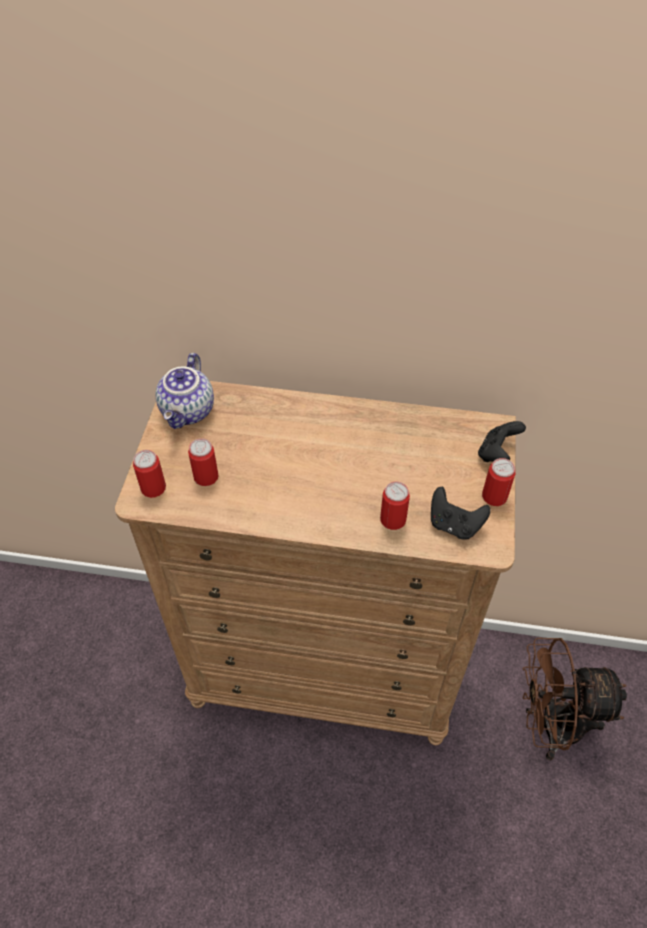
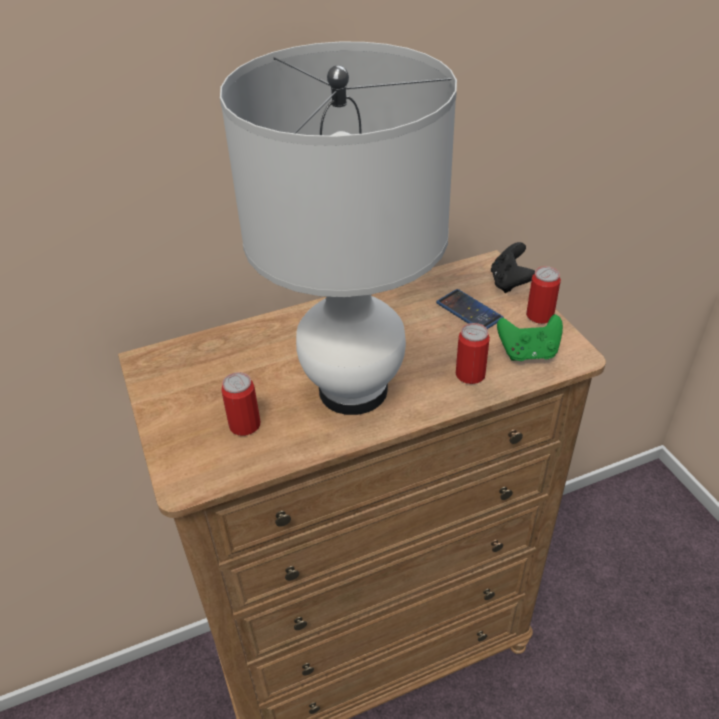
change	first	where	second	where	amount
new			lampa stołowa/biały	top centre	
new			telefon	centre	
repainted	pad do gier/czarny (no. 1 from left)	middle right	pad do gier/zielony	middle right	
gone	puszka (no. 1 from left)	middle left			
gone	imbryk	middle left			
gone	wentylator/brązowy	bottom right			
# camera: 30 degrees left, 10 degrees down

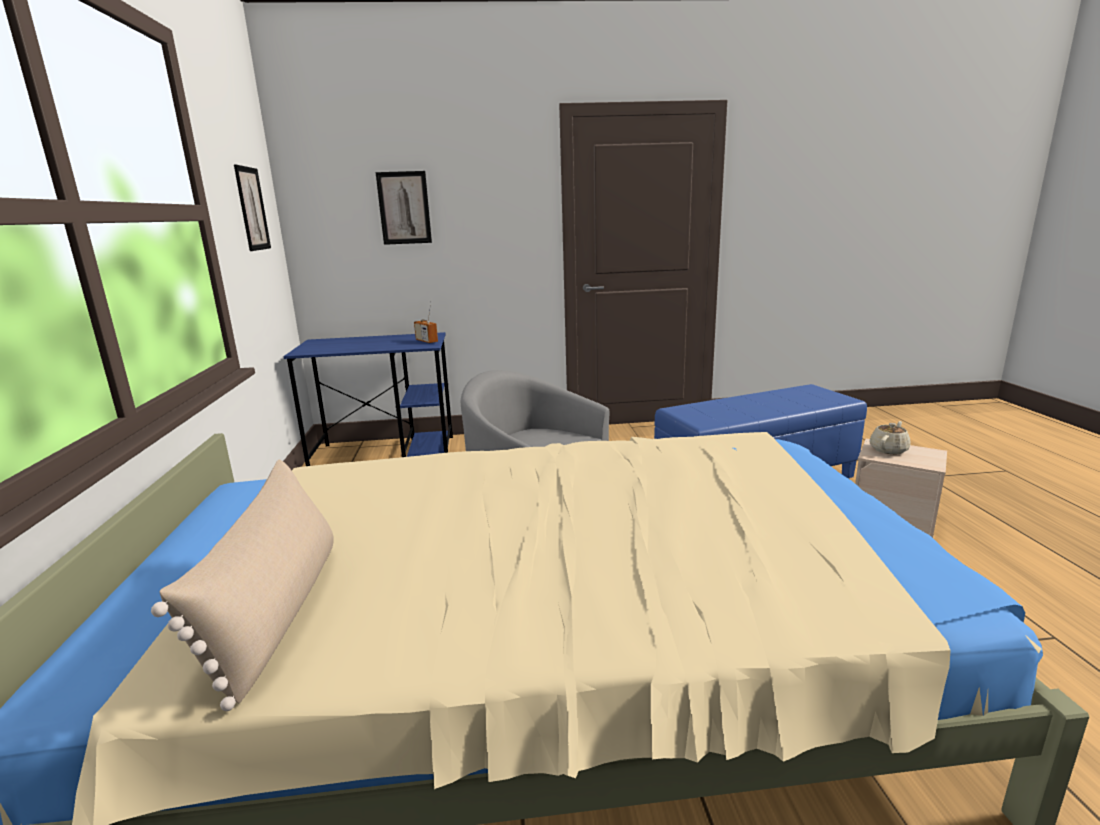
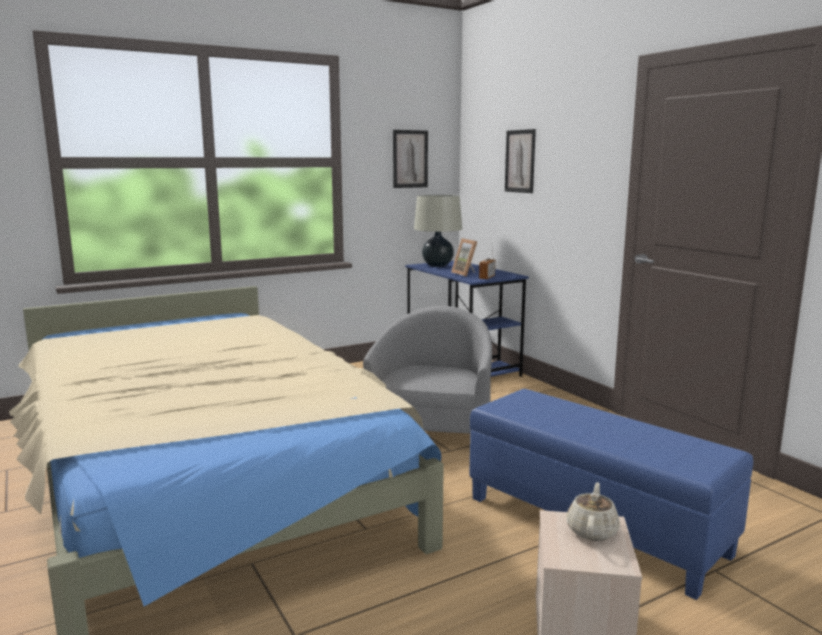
change	first	where	second	where	amount
new			lampa stołowa/beżowy	centre	
new			ramka na zdjęcie	centre	
rotated	imbryk/beżowy	middle right		bottom right	90 degrees counterclockwise
gone	poduszka/beżowy	bottom left			
# camera: 65 degrees right, 5 degrees down

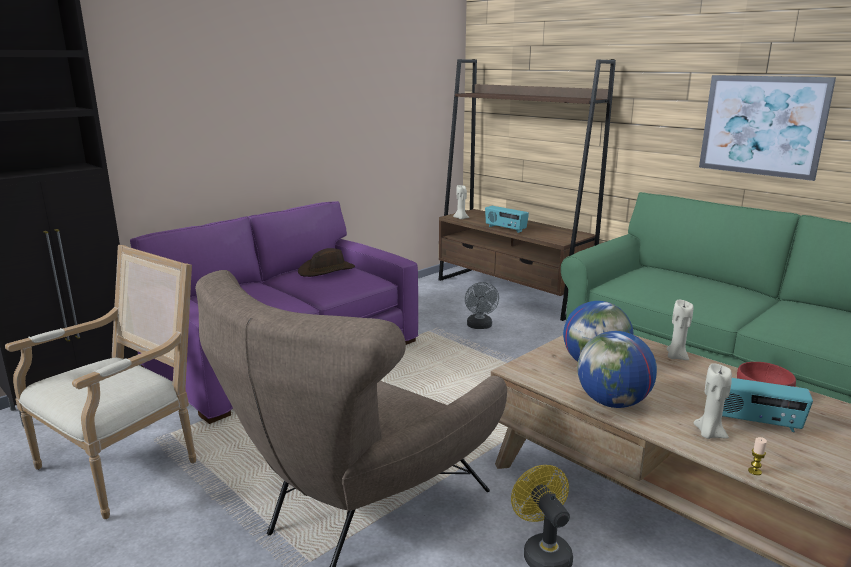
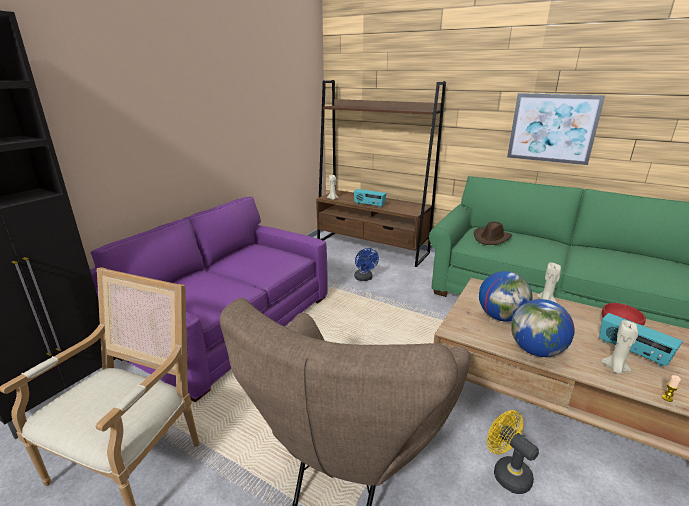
change	first	where	second	where	amount
repainted	wentylator/szary	centre	wentylator/niebieski	centre	
shifted	kapelusz/brązowy	centre		middle right	
rotated	radio (no. 2 from left)	bottom right		bottom right	45 degrees clockwise
# camera: 15 degrees left, 5 degrees up

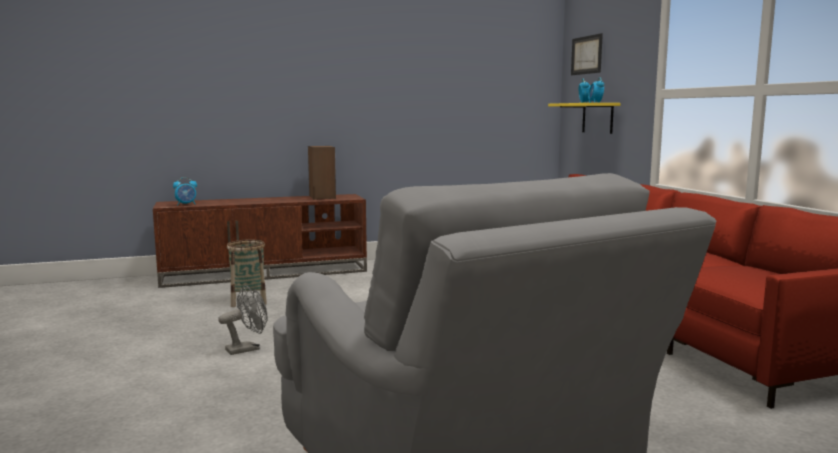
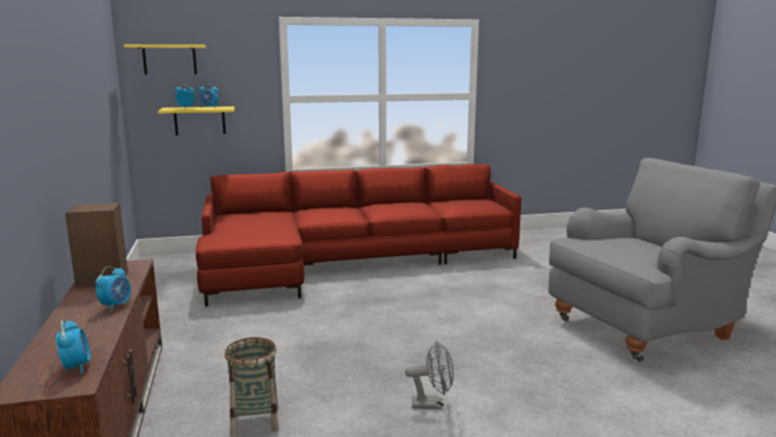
change	first	where	second	where	amount
new			budzik (no. 2 from left)	middle left	
swapped	obraz	top right	półka/żółty (no. 1 from left)	top left	
rotated	wentylator/szary	bottom left		bottom centre	120 degrees clockwise
# camera: 85 degrees left, 5 degrees up

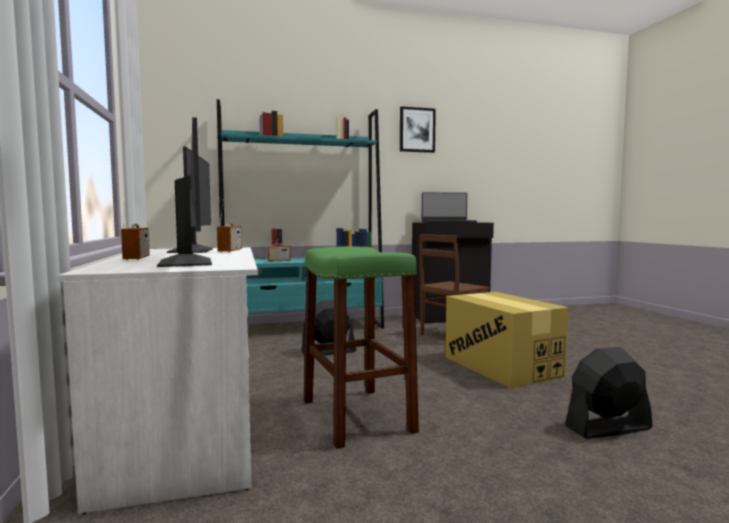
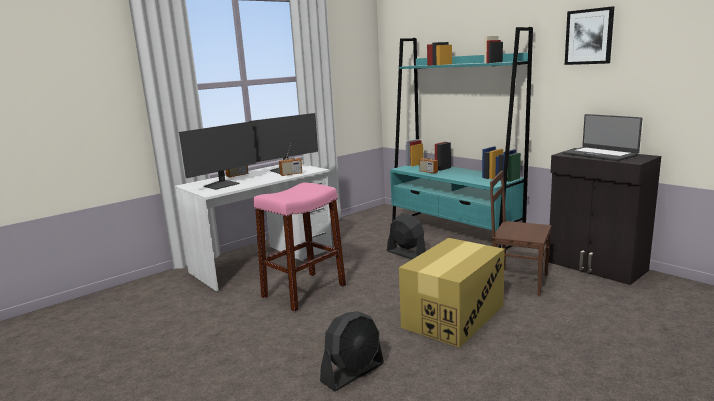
change	first	where	second	where	amount
repainted	stołek/zielony	centre	stołek/różowy	centre	
rotated	wentylator/czarny (no. 2 from left in the first image)	bottom right	wentylator/czarny (no. 1 from left)	bottom centre	90 degrees clockwise
# camera: 65 degrees right, 10 degrees up

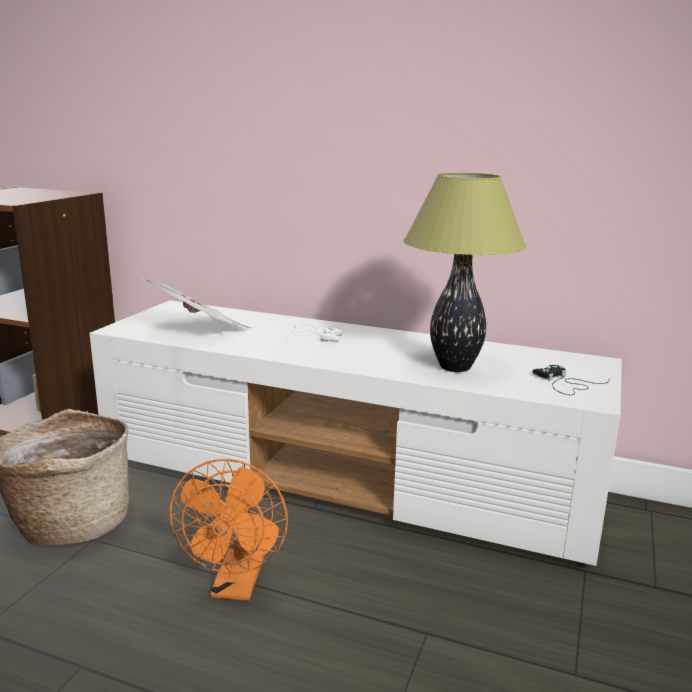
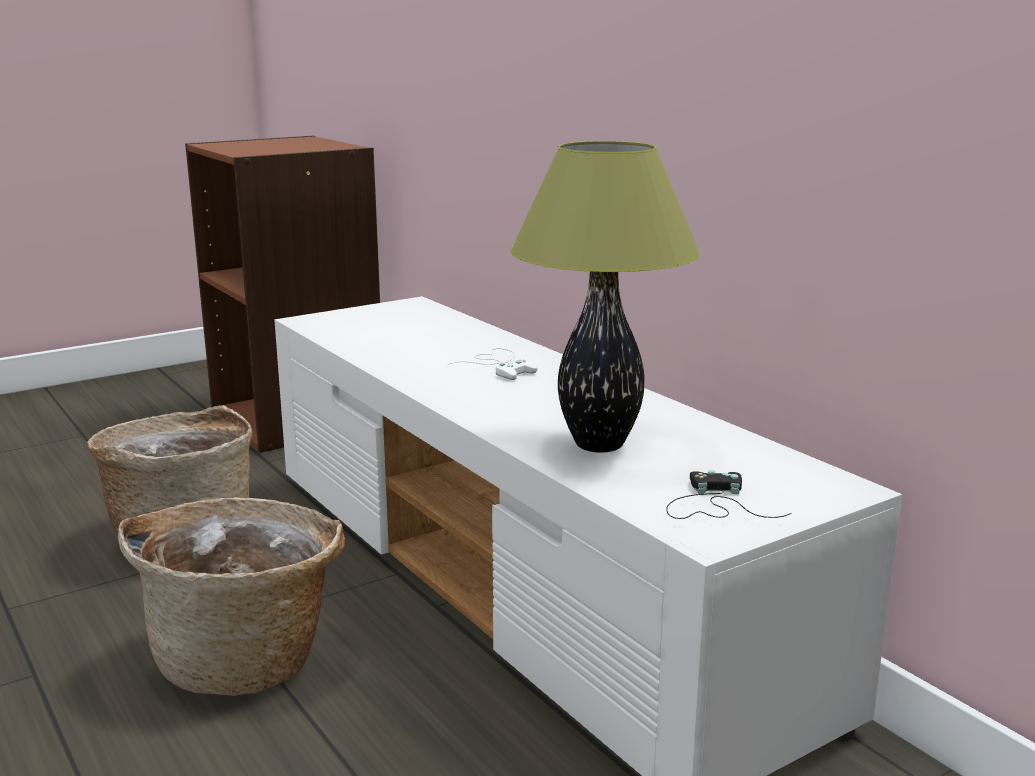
change	first	where	second	where	amount
swapped	wentylator/pomarańczowy	bottom left	koszyk (no. 2 from left)	bottom left	
gone	gazeta	middle left			
# camera: 35 degrees right, 0 degrees up

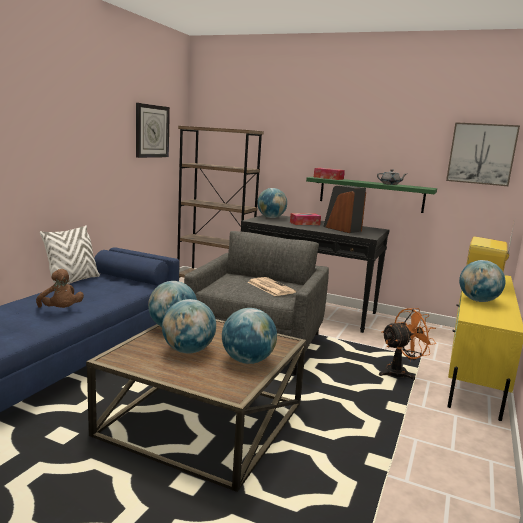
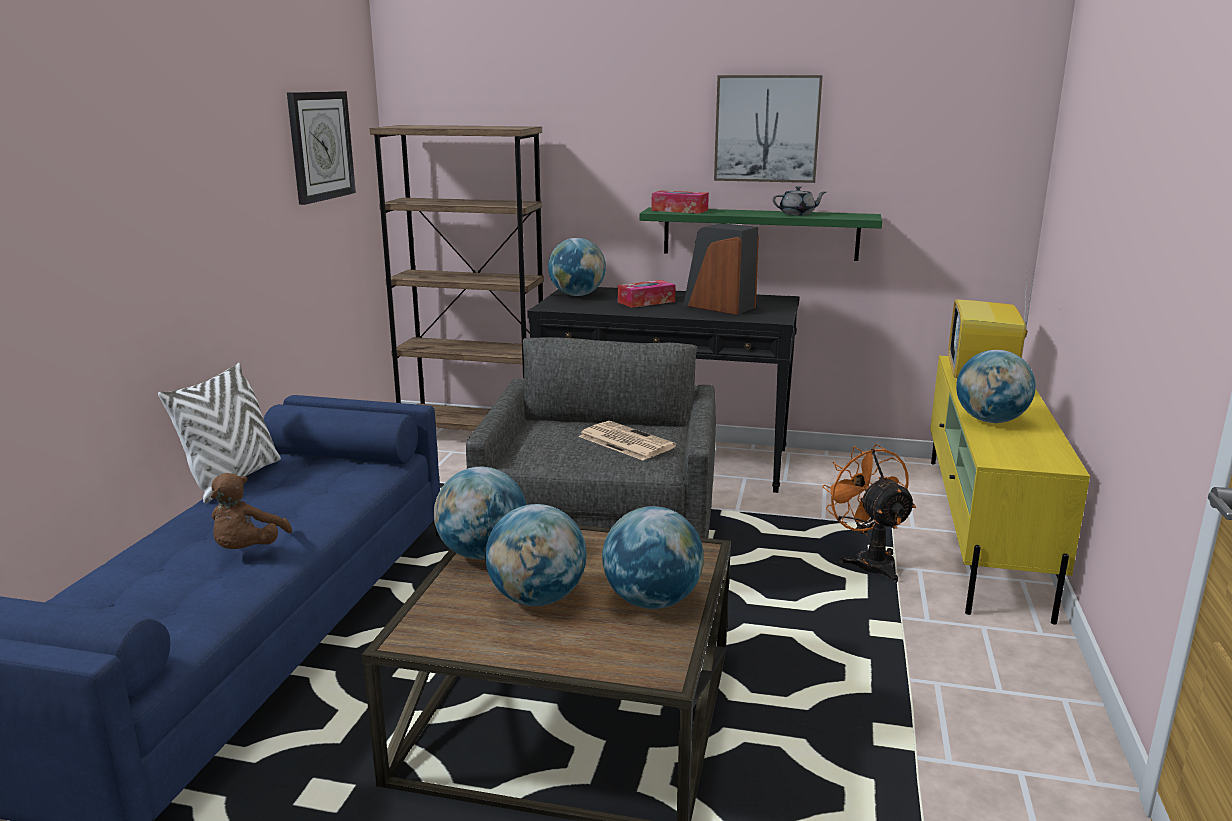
change	first	where	second	where	amount
rotated	pluszak/brązowy	middle left		middle left	60 degrees clockwise
shifted	obraz	top right		top centre	
rotated	wentylator/pomarańczowy	middle right		middle right	75 degrees counterclockwise
# camera: 10 degrees left, 5 degrees up

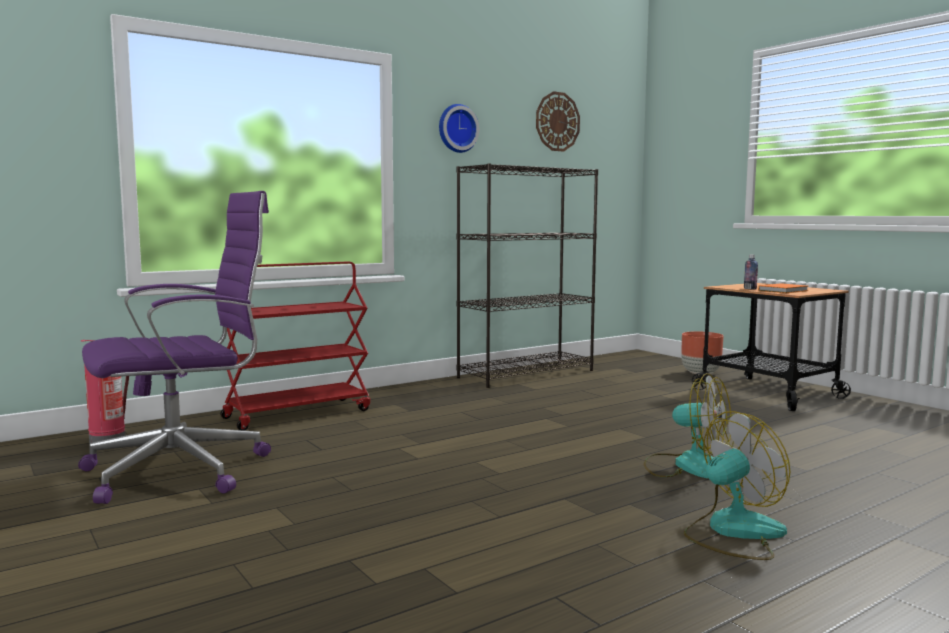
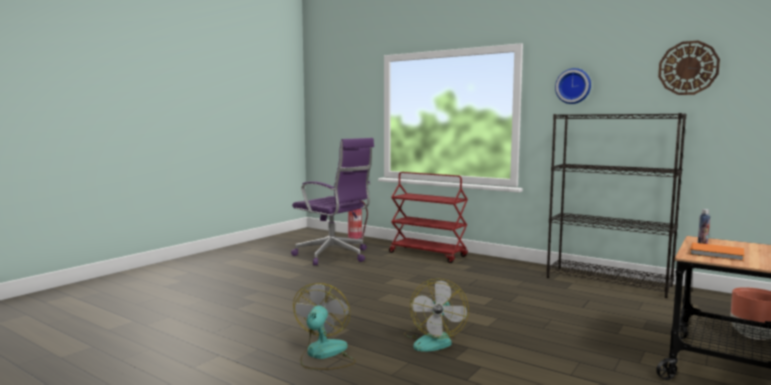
change	first	where	second	where	amount
rotated	wentylator (no. 2 from left in the first image)	bottom right	wentylator (no. 1 from left)	bottom centre	120 degrees counterclockwise
# camera: 70 degrees right, 0 degrees up

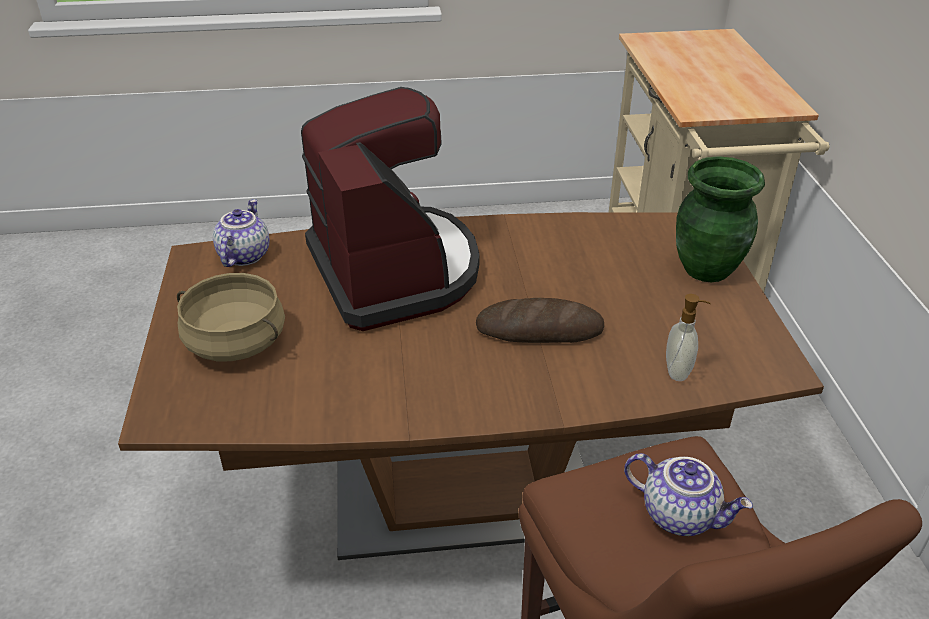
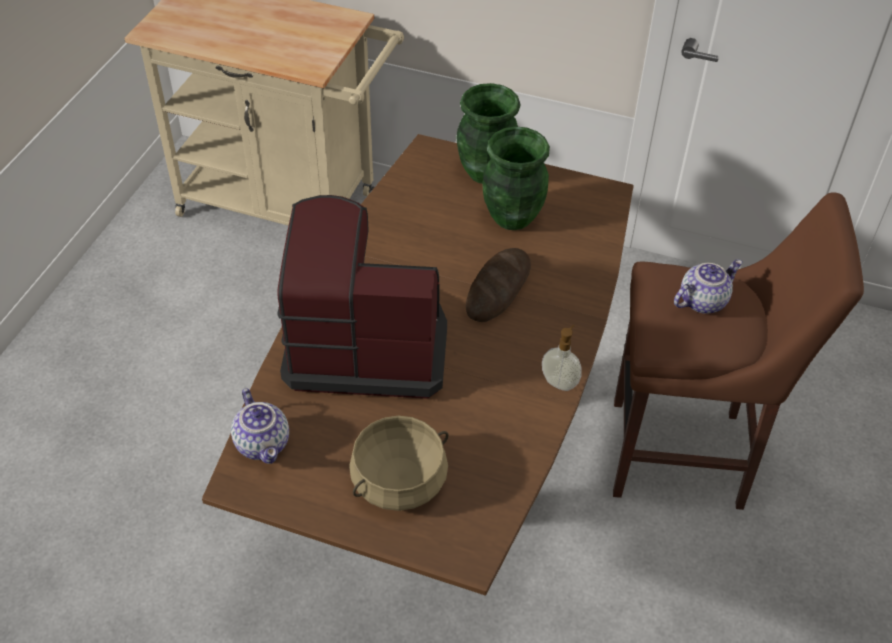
change	first	where	second	where	amount
rotated	imbryk (no. 1 from left)	middle left		middle left	150 degrees counterclockwise
new			wazon/zielony (no. 2 from left)	top centre	
shifted	dozownik mydła	middle right		centre	
# camera: 65 degrees left, 10 degrees up

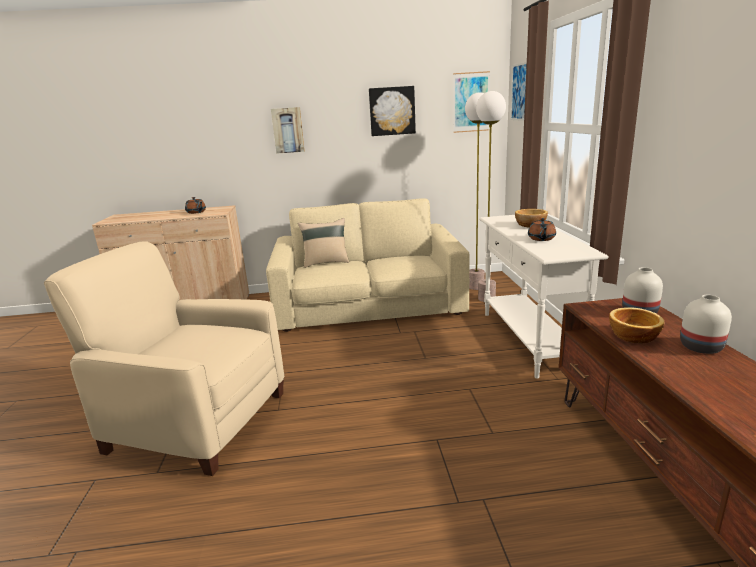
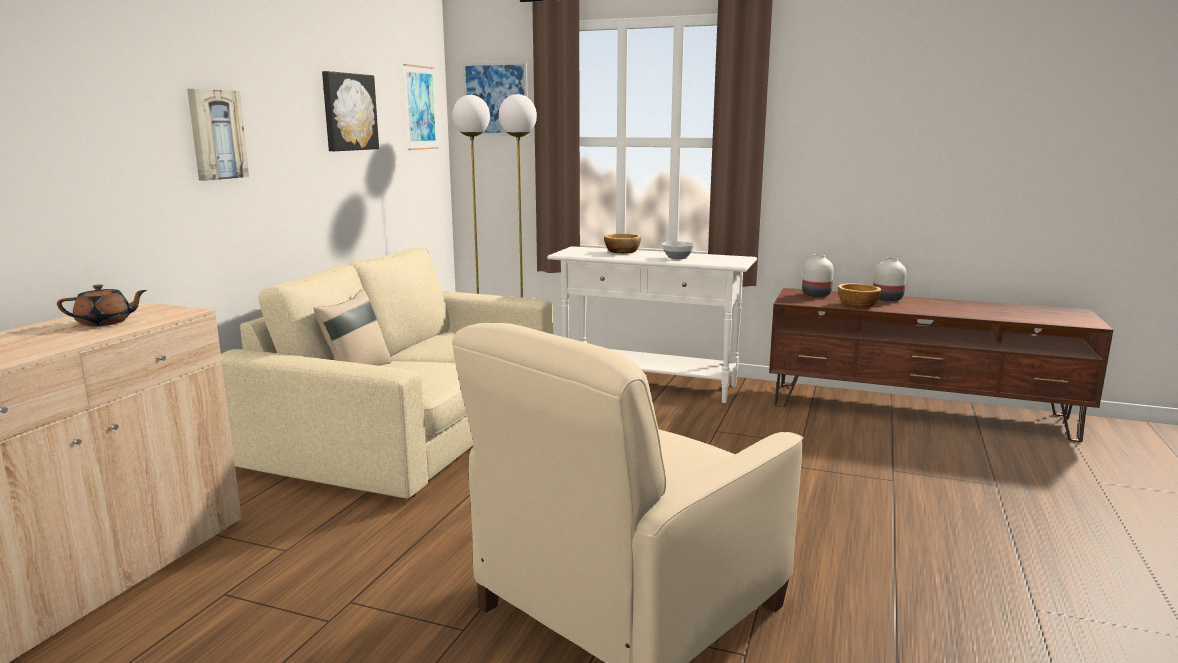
change	first	where	second	where	amount
swapped	imbryk/brązowy (no. 2 from left)	middle right	miska (no. 2 from left)	centre	
# camera: 65 degrees left, 5 degrees down

